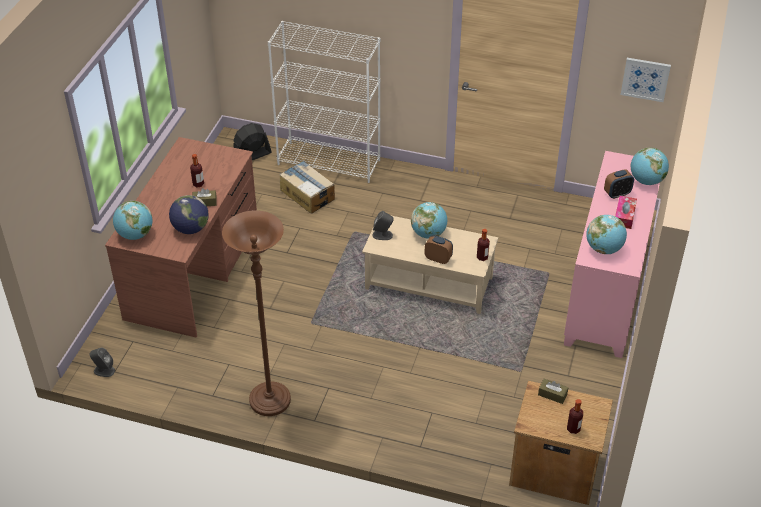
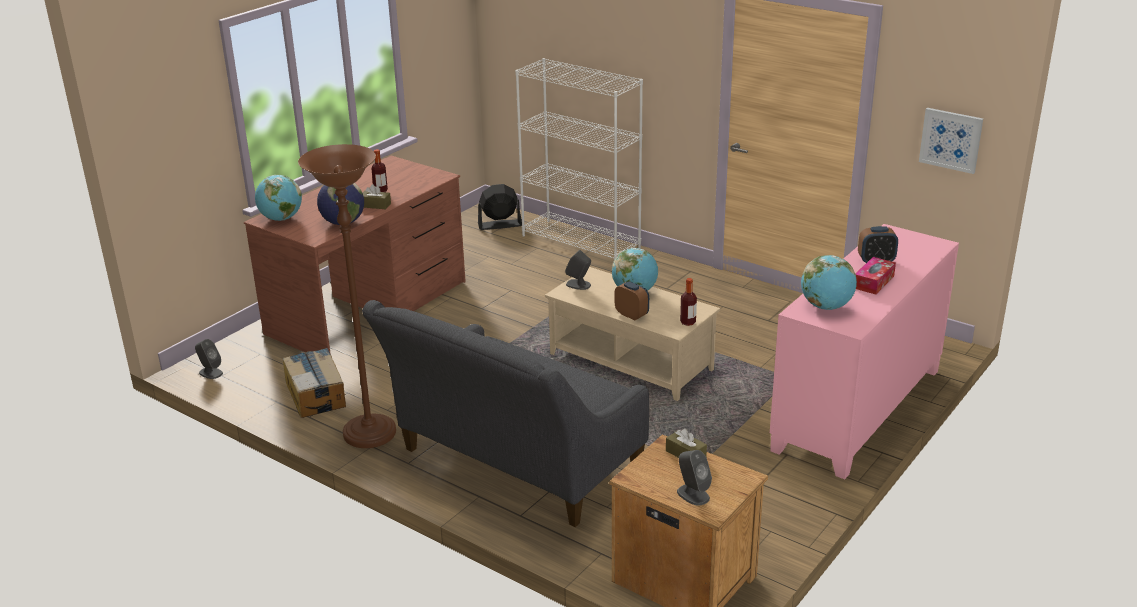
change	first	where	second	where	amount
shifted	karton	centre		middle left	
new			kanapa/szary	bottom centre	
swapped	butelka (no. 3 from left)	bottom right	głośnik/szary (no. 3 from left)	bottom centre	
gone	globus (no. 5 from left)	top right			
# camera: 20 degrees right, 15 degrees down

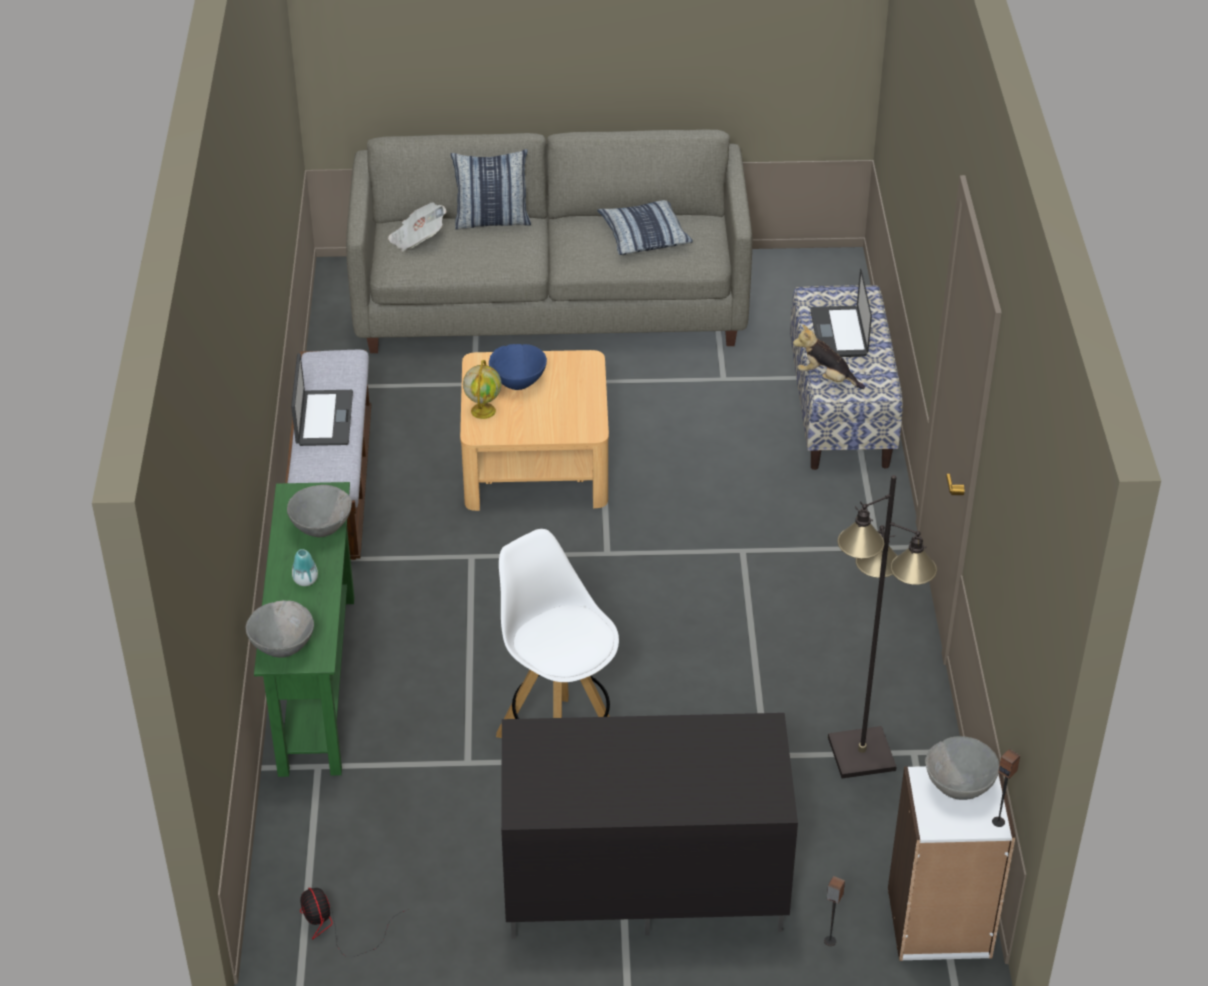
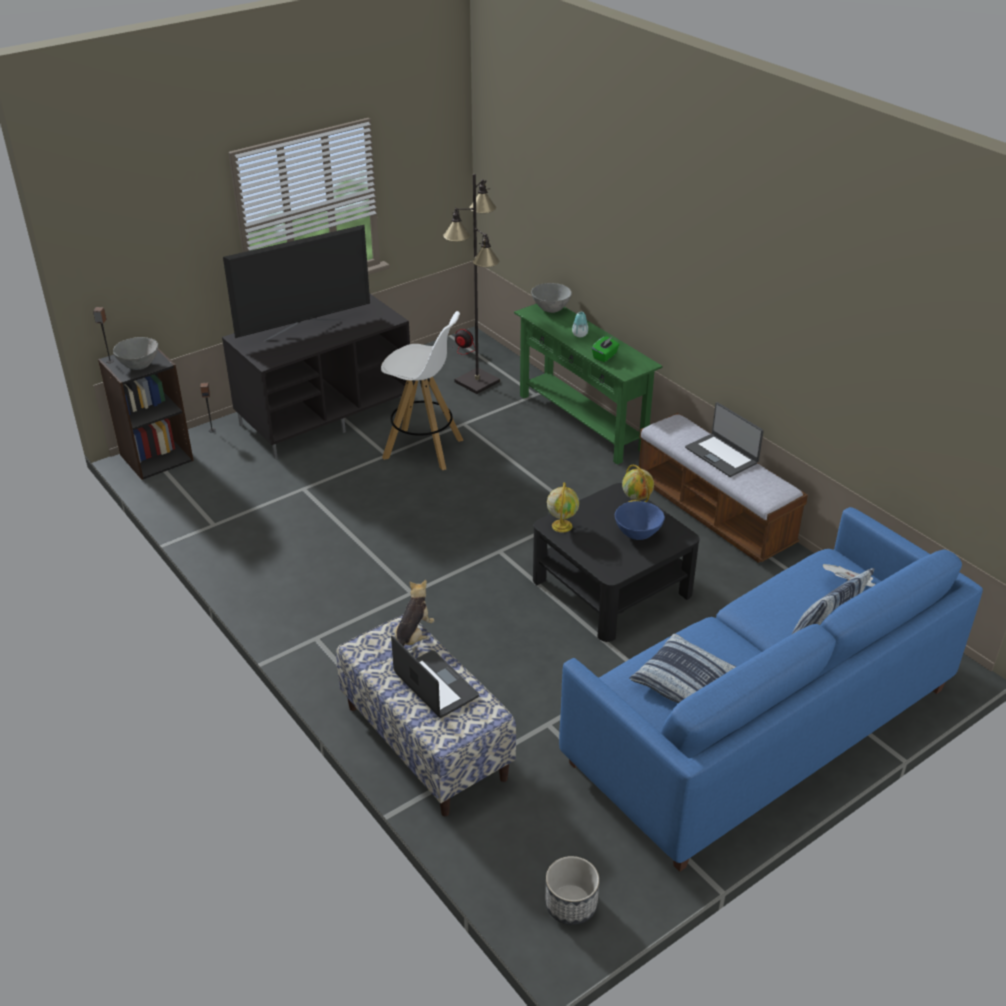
change	first	where	second	where	amount
repainted	regał/biały	bottom right	regał/czarny	middle left	
new			telewizor	top left	
rotated	pluszak	middle right		centre	60 degrees counterclockwise
shifted	lampa stojąca/czarny	middle right		top centre	
repainted	ława/beżowy	centre	ława/czarny	centre	
new			donica	bottom centre	
new			globus (no. 1 from left)	centre	
repainted	kanapa/szary	top centre	kanapa/niebieski	bottom right	
swapped	miska/szary (no. 2 from left)	middle left	pudełko chusteczek/zielony	centre	
# camera: 145 degrees right, 5 degrees down

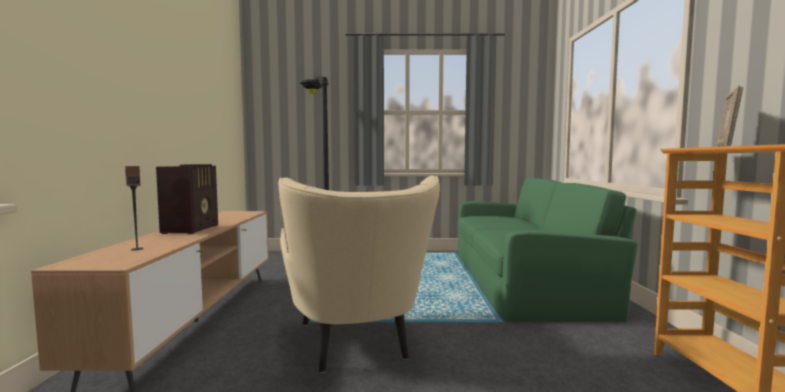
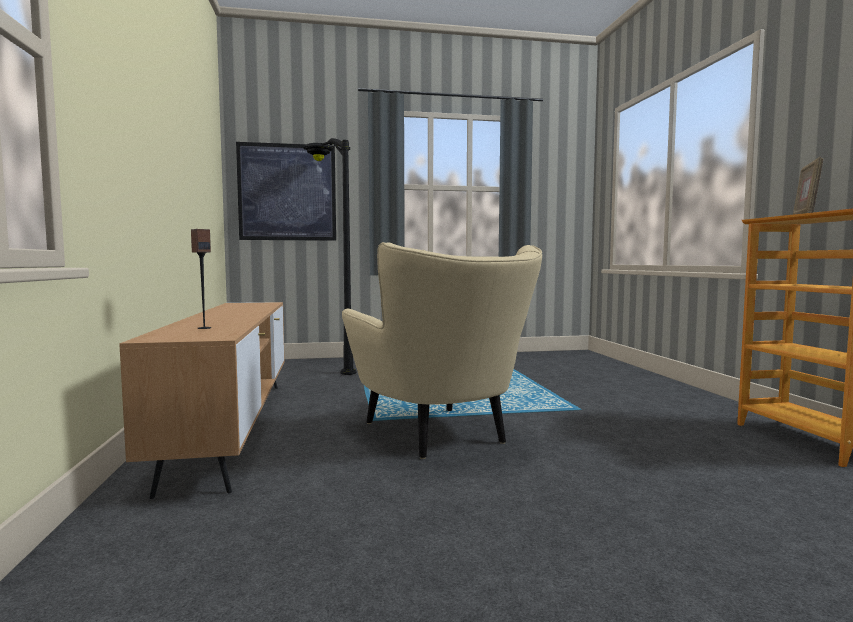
change	first	where	second	where	amount
new			obraz	top centre	
gone	radio	middle left			
gone	kanapa/zielony	middle right			
# camera: 10 degrees left, 0 degrees up

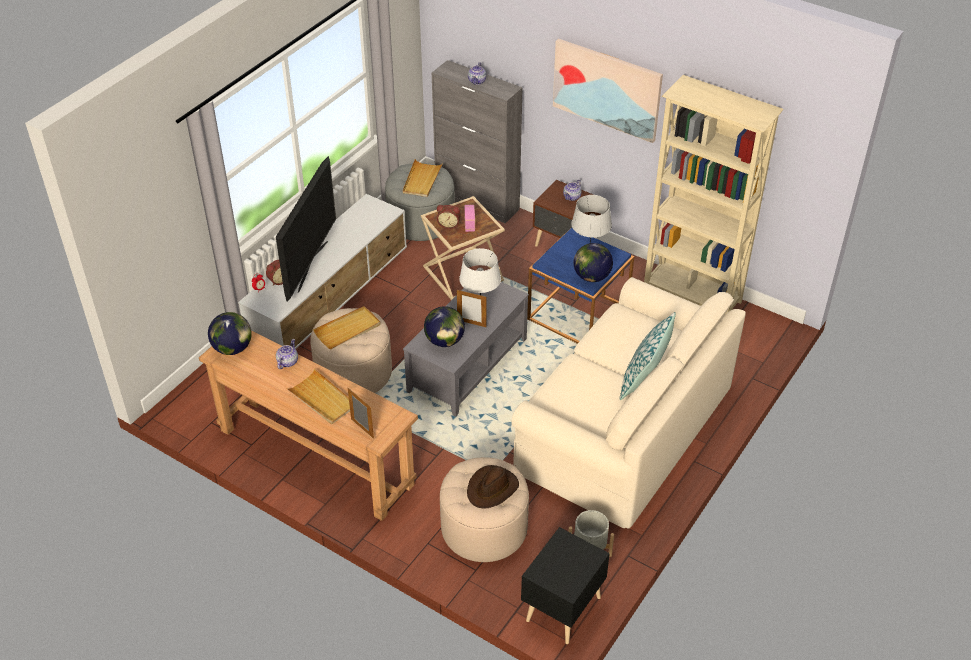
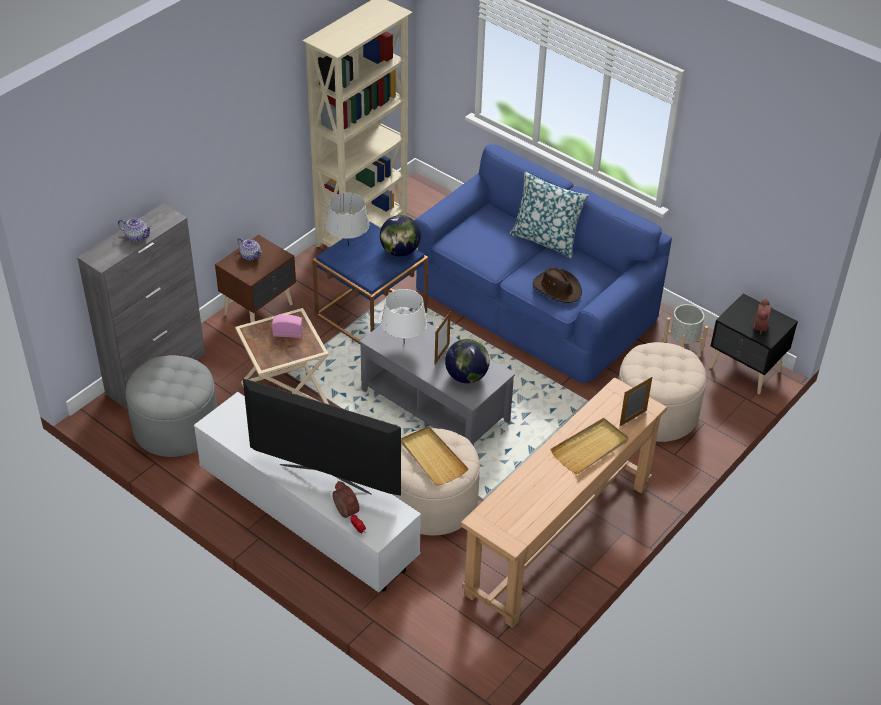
change	first	where	second	where	amount
repainted	kanapa/beżowy	centre	kanapa/niebieski	centre	
shifted	kapelusz/brązowy	bottom centre		centre	
shifted	budzik (no. 3 from left)	top centre		middle right	
gone	globus (no. 1 from left)	middle left			
gone	imbryk (no. 1 from left)	middle left			
gone	taca/beżowy (no. 3 from left)	top centre			
gone	obraz	top centre			
# camera: 85 degrees left, 0 degrees up

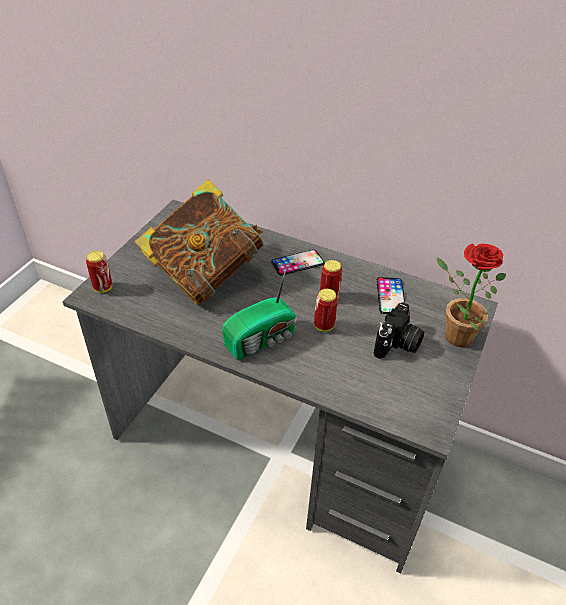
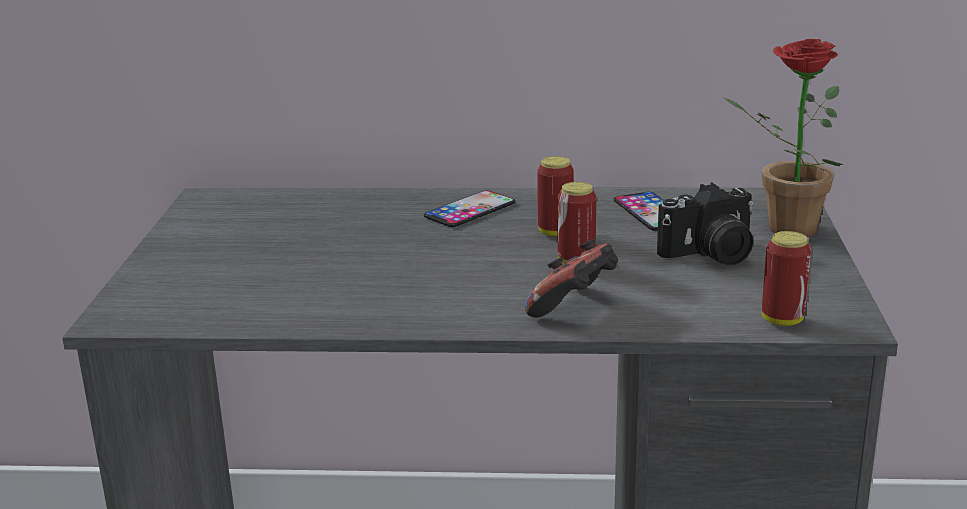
change	first	where	second	where	amount
new			pad do gier	centre	
rotated	aparat fotograficzny	middle right		middle right	60 degrees clockwise
shifted	puszka (no. 1 from left in the first image)	middle left	puszka (no. 3 from left)	middle right	
gone	książka	centre			
gone	radio	centre			
# camera: 20 degrees left, 20 degrees down

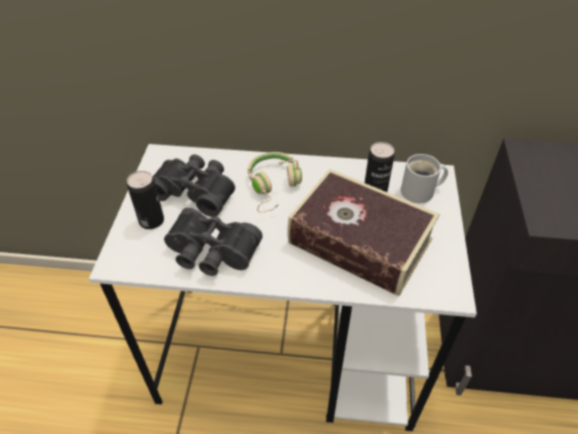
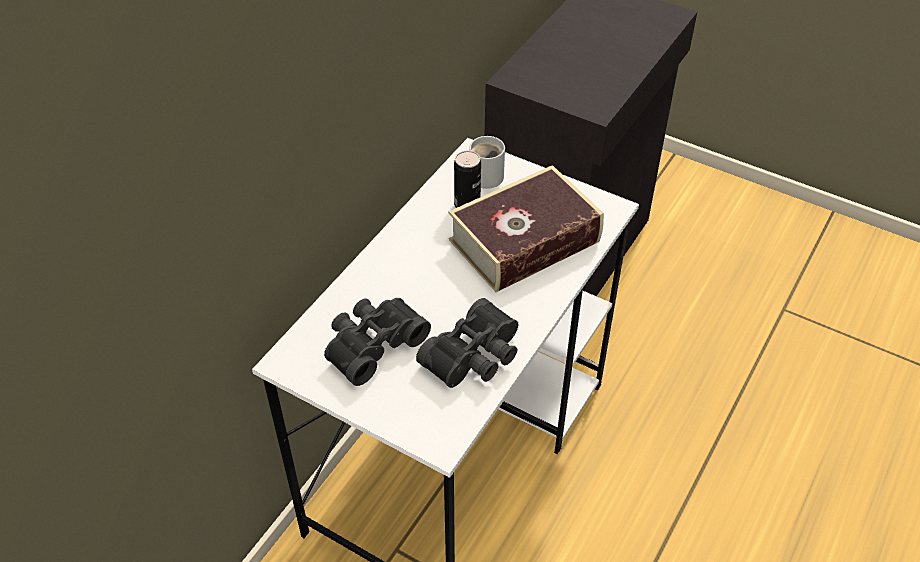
change	first	where	second	where	amount
gone	puszka (no. 1 from left)	middle left			
gone	słuchawki/beżowy	centre			
# camera: 65 degrees left, 0 degrees up

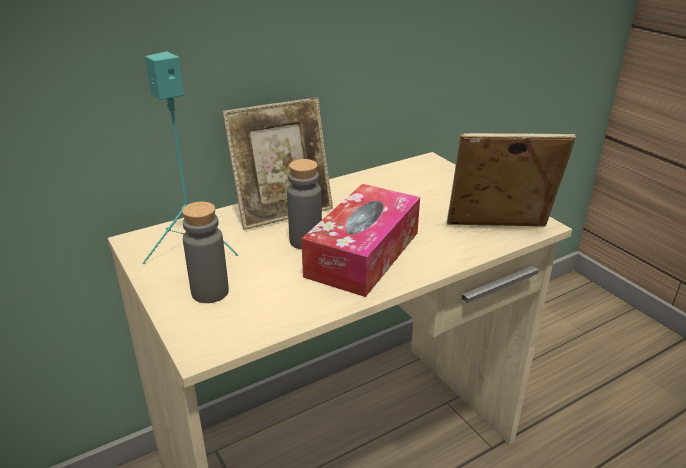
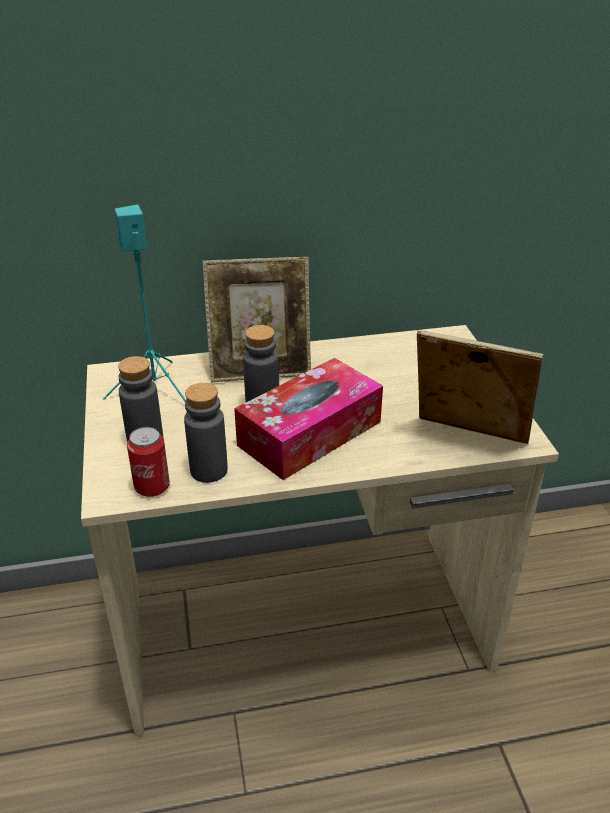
change	first	where	second	where	amount
new			puszka	middle left	
new			butelka/szary (no. 2 from left)	centre	
# camera: 20 degrees right, 5 degrees up

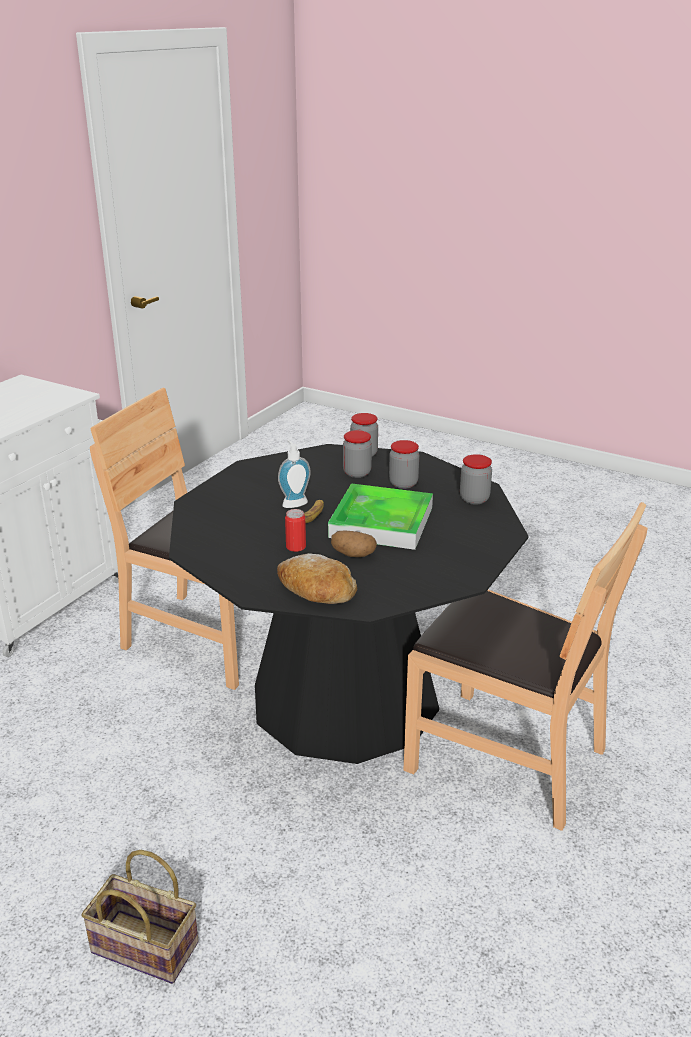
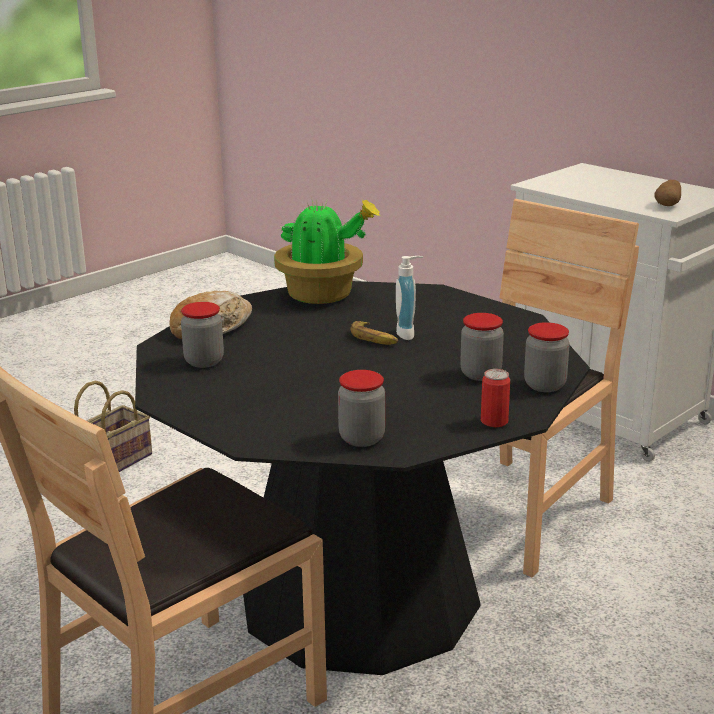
change	first	where	second	where	amount
shifted	słoik (no. 3 from left in the first image)	centre	słoik (no. 1 from left)	middle left	
new			roślina doniczkowa	centre	
shifted	puszka	centre		middle right	
shifted	ziemniak	centre		top right	
gone	taca	centre			
# camera: 105 degrees right, 5 degrees down

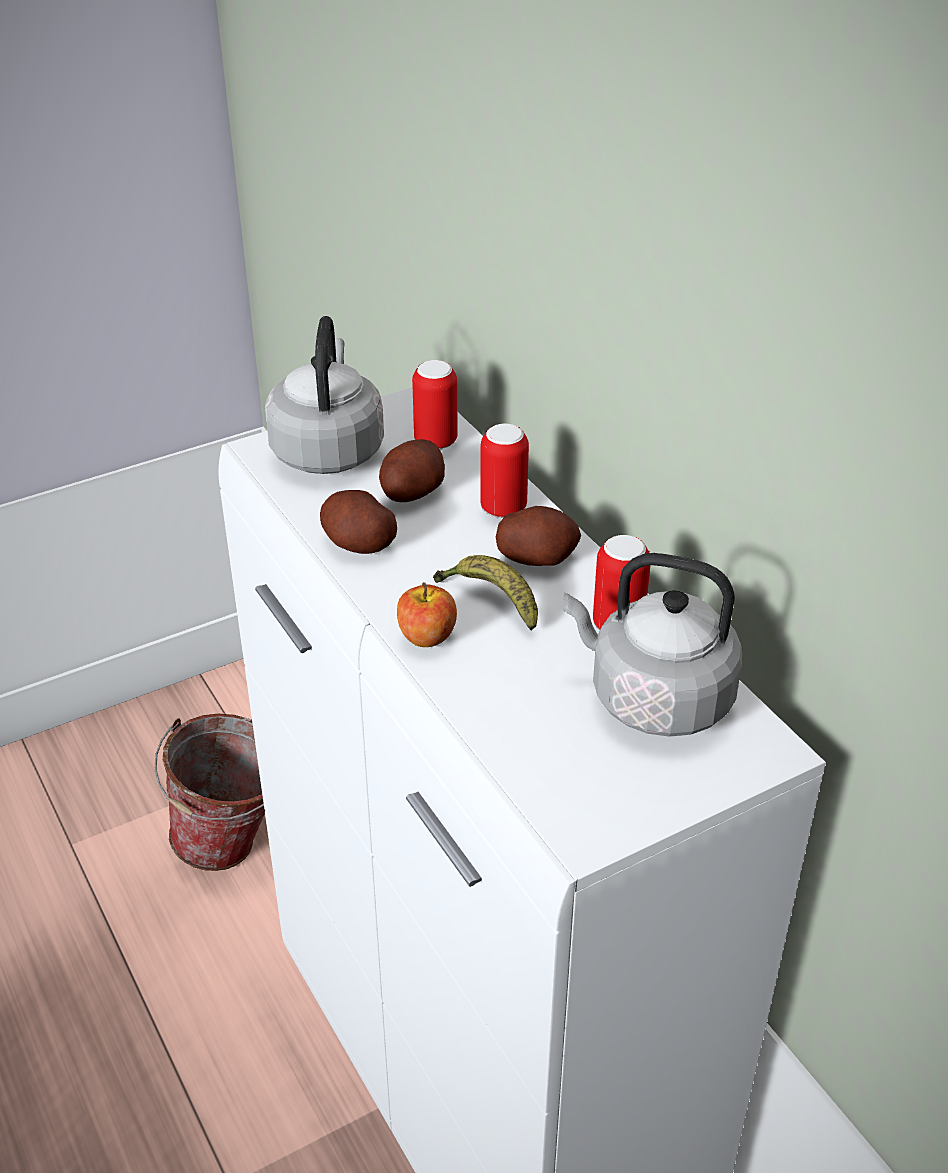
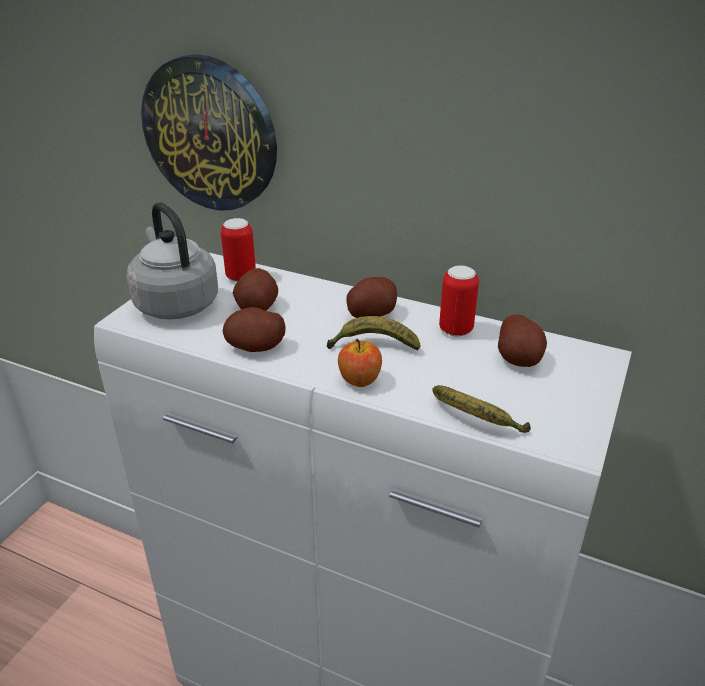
change	first	where	second	where	amount
new			zegar ścienny	top left	
new			banan (no. 2 from left)	middle right	
swapped	czajnik/szary (no. 2 from left)	middle right	ziemniak (no. 4 from left)	middle right	
gone	wiadro	bottom left			
gone	puszka (no. 2 from left)	centre			
# camera: 35 degrees left, 5 degrees down

